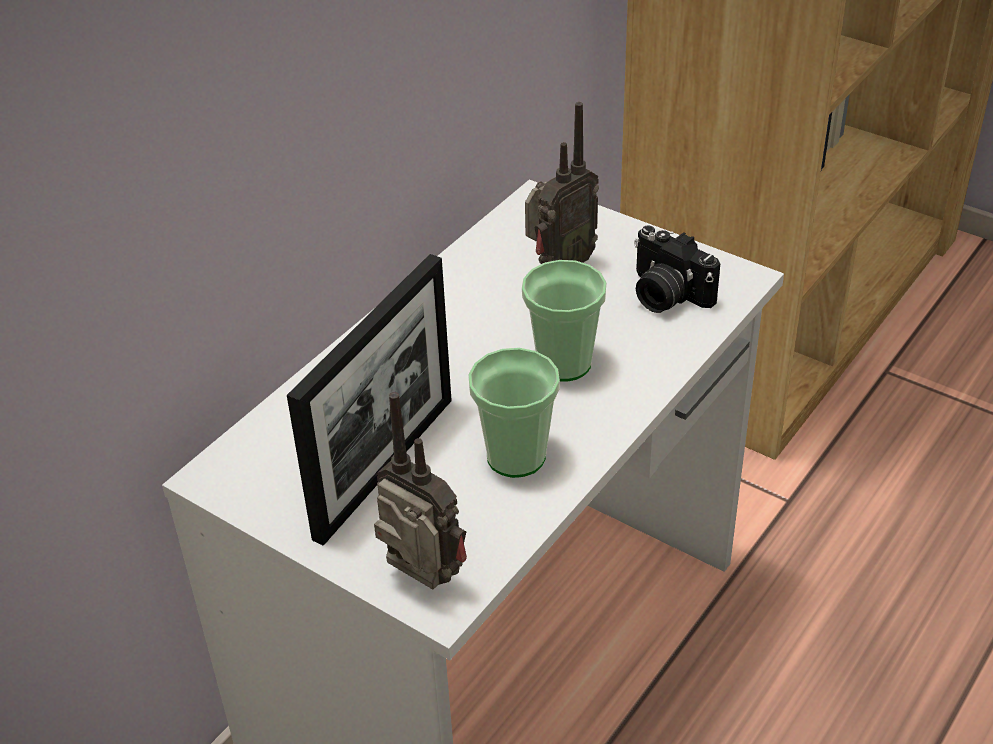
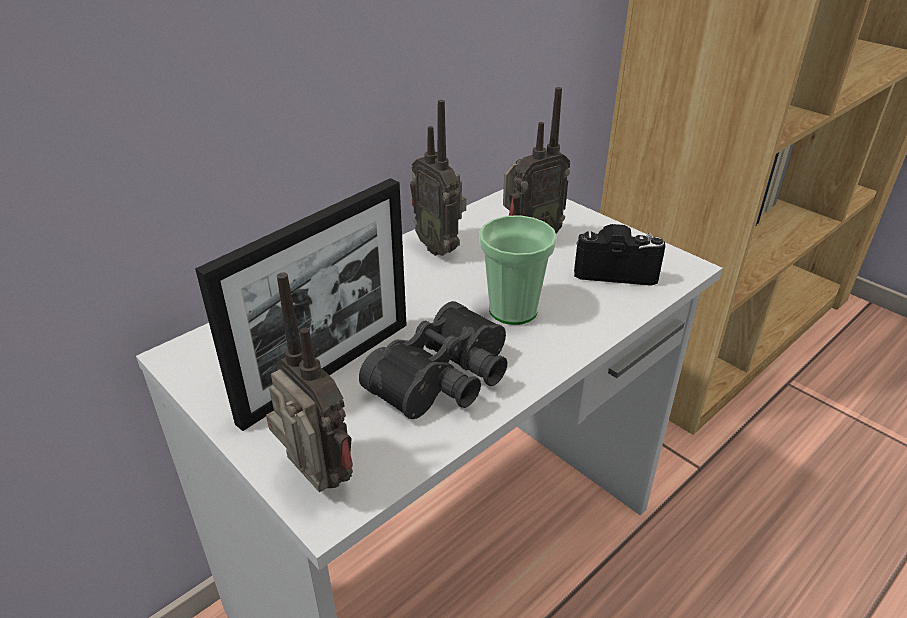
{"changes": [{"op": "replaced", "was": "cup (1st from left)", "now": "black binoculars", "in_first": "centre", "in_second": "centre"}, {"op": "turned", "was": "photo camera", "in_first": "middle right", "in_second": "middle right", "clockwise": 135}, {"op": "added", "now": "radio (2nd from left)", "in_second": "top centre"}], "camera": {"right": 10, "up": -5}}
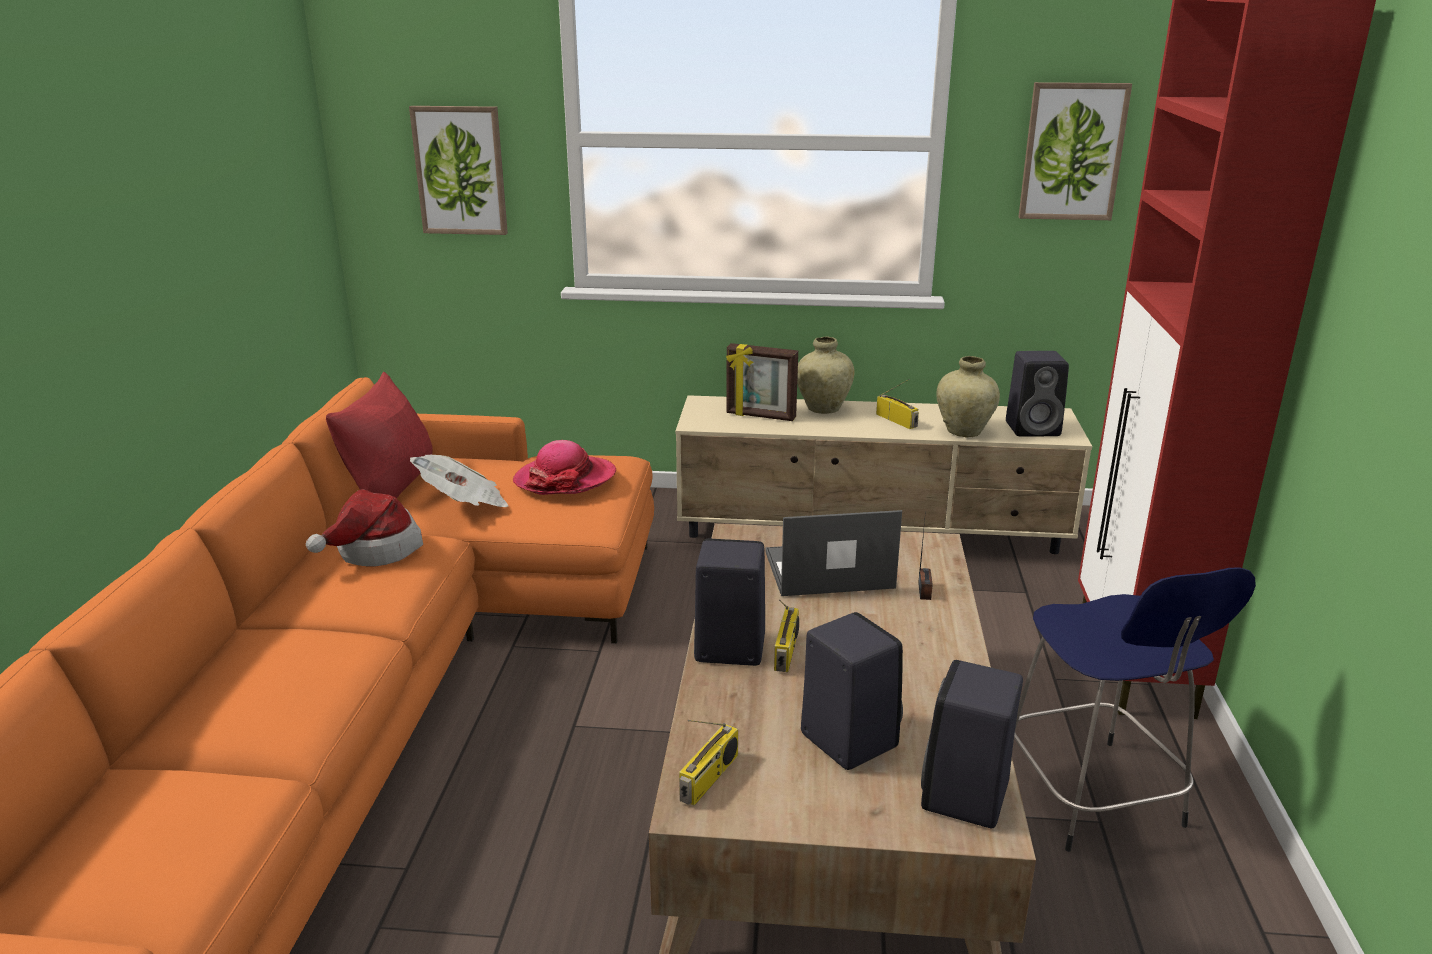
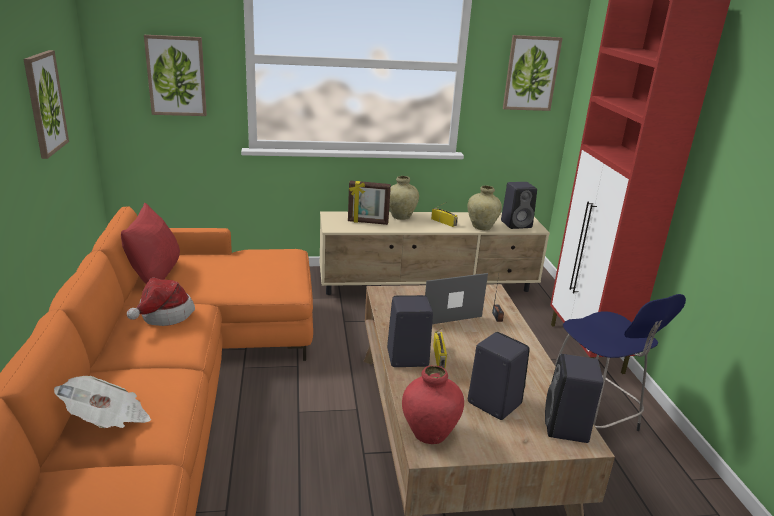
{"changes": [{"op": "moved", "was": "newspaper", "in_first": "middle left", "in_second": "bottom left"}, {"op": "removed", "was": "hat (2nd from left)", "in_first": "centre"}, {"op": "replaced", "was": "radio (1st from left)", "now": "red vase", "in_first": "bottom centre", "in_second": "bottom centre"}, {"op": "added", "now": "picture (1st from left)", "in_second": "top left"}], "camera": {"right": -15, "up": 0}}
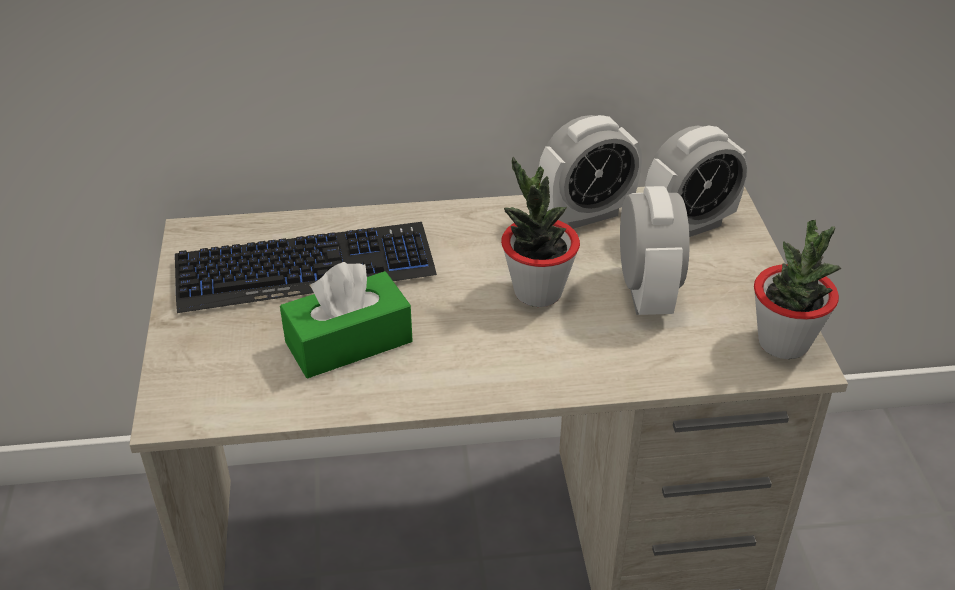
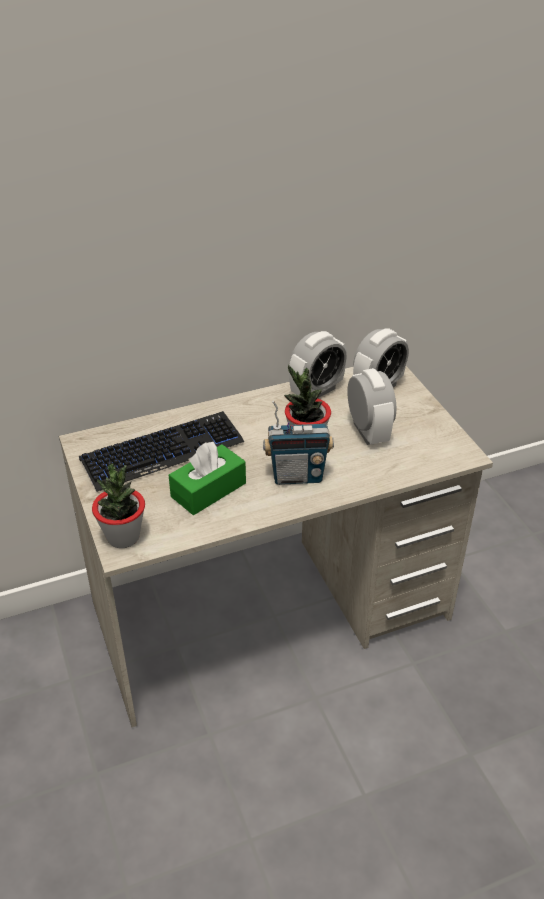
{"changes": [{"op": "moved", "was": "potted plant (2nd from left in the first image)", "now": "potted plant (1st from left)", "in_first": "middle right", "in_second": "middle left"}, {"op": "added", "now": "radio", "in_second": "centre"}], "camera": {"right": -15, "up": 0}}
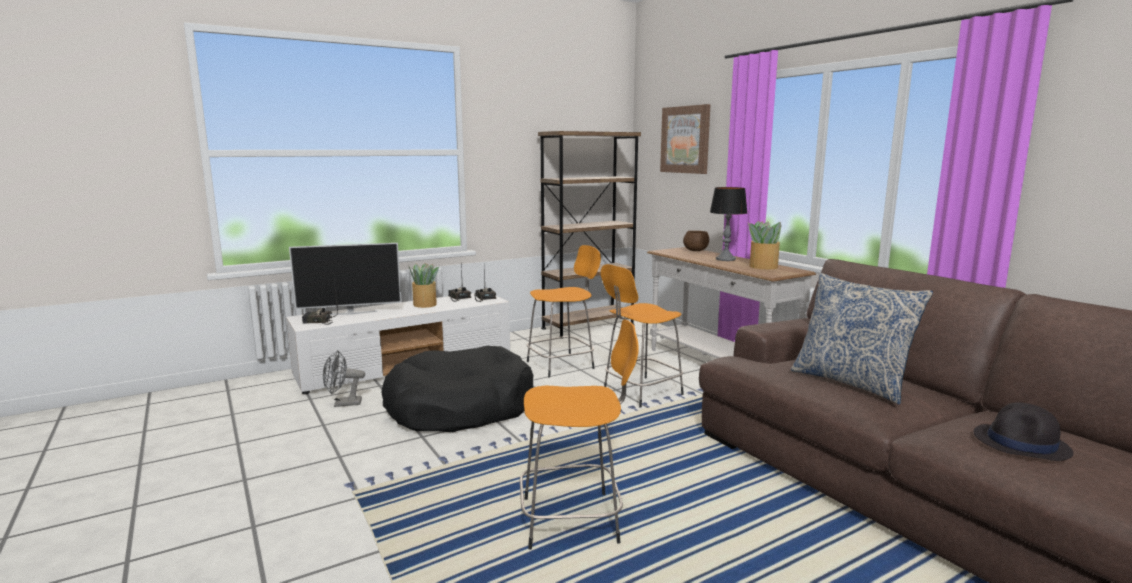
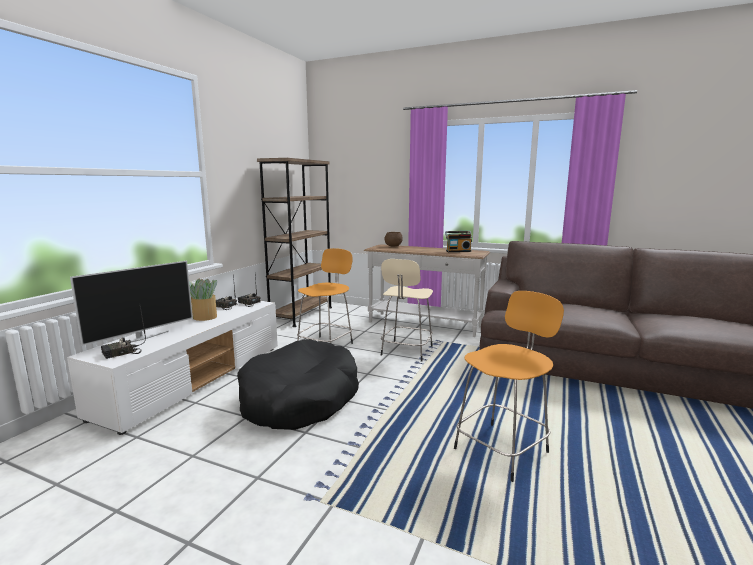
{"changes": [{"op": "removed", "was": "grey fan", "in_first": "middle left"}, {"op": "recoloured", "was": "orange stool (3rd from left)", "now": "beige stool", "in_first": "centre", "in_second": "centre"}, {"op": "removed", "was": "picture", "in_first": "top centre"}, {"op": "removed", "was": "table lamp", "in_first": "centre"}, {"op": "replaced", "was": "potted plant (2nd from left)", "now": "radio (4th from left)", "in_first": "middle right", "in_second": "centre"}, {"op": "removed", "was": "pillow", "in_first": "middle right"}, {"op": "removed", "was": "black hat", "in_first": "bottom right"}], "camera": {"right": -35, "up": 0}}
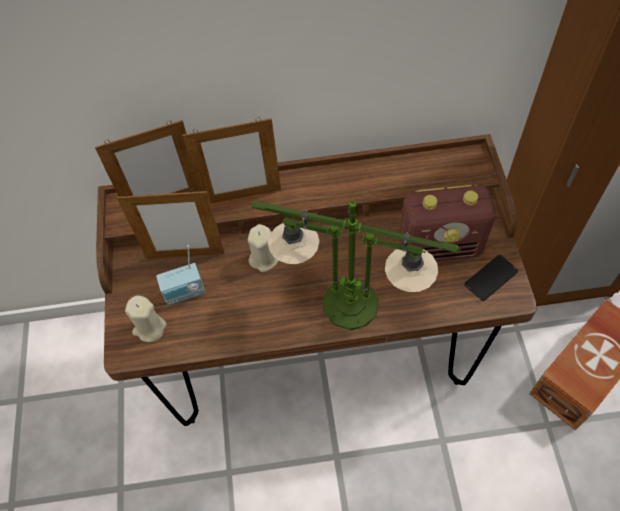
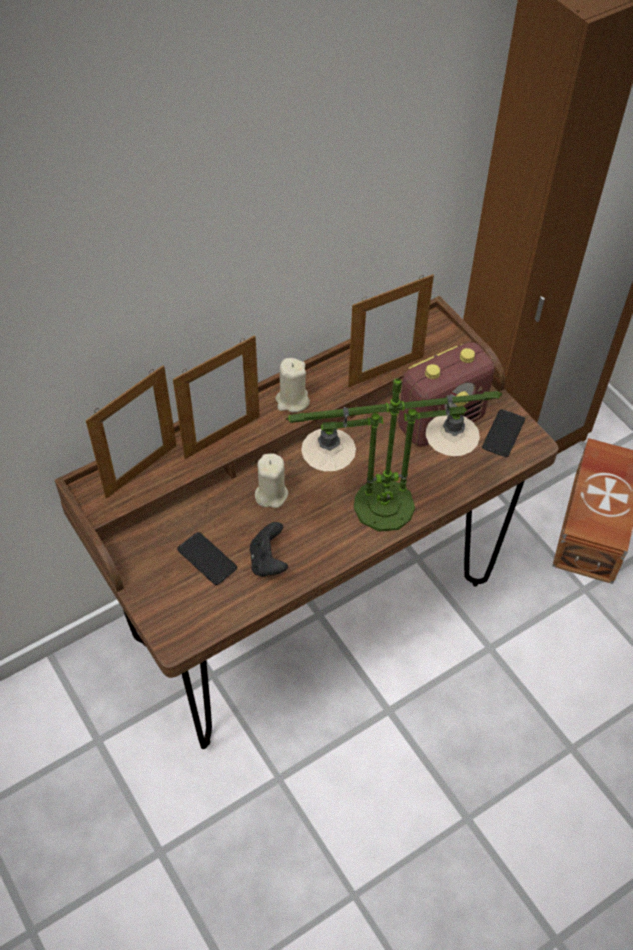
{"changes": [{"op": "moved", "was": "picture frame (2nd from left in the first image)", "now": "picture frame (3rd from left)", "in_first": "middle left", "in_second": "centre"}, {"op": "moved", "was": "beige candle (1st from left in the first image)", "now": "beige candle (2nd from left)", "in_first": "middle left", "in_second": "centre"}, {"op": "replaced", "was": "radio (1st from left)", "now": "phone (1st from left)", "in_first": "middle left", "in_second": "middle left"}, {"op": "added", "now": "black game controller", "in_second": "centre"}], "camera": {"right": -30, "up": -5}}
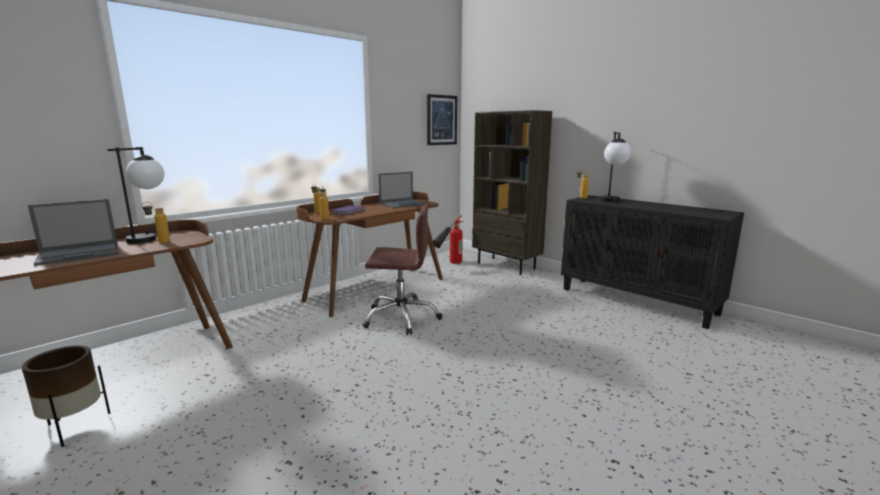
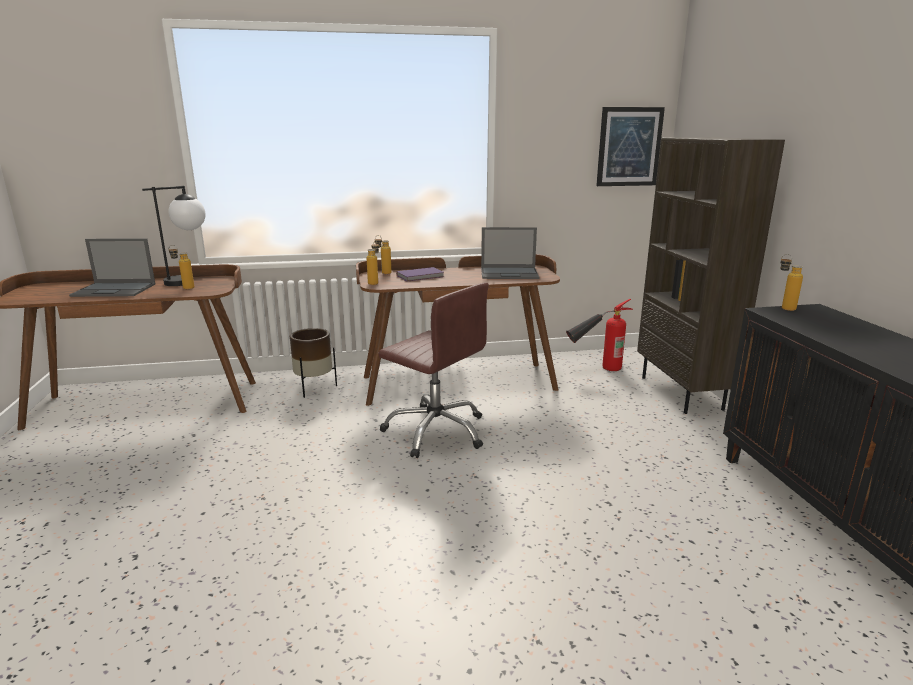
{"changes": [{"op": "moved", "was": "brown planter", "in_first": "bottom left", "in_second": "centre"}, {"op": "removed", "was": "table lamp (2nd from left)", "in_first": "middle right"}], "camera": {"right": 35, "up": 5}}
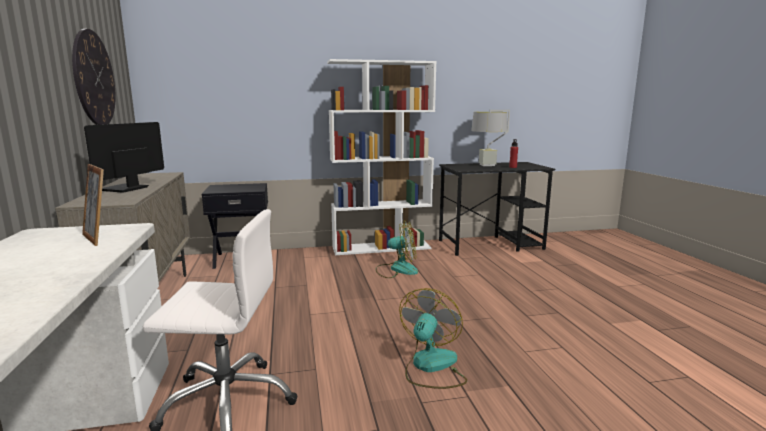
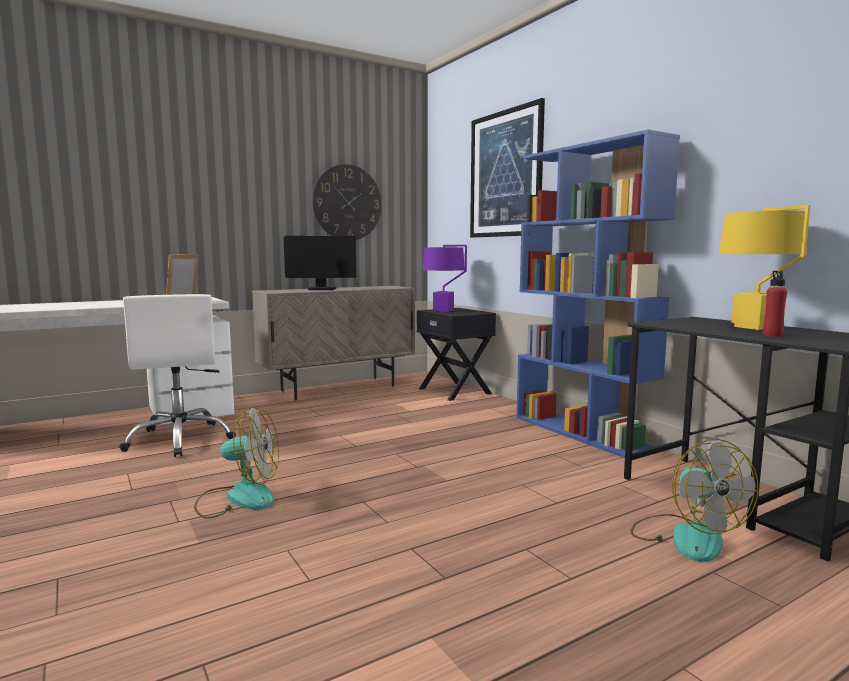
{"changes": [{"op": "recoloured", "was": "white bookcase", "now": "blue bookcase", "in_first": "centre", "in_second": "middle right"}, {"op": "moved", "was": "fan (1st from left in the first image)", "now": "fan (2nd from left)", "in_first": "centre", "in_second": "bottom right"}, {"op": "recoloured", "was": "grey table lamp", "now": "yellow table lamp", "in_first": "top centre", "in_second": "middle right"}, {"op": "added", "now": "purple table lamp", "in_second": "centre"}, {"op": "added", "now": "picture", "in_second": "top centre"}], "camera": {"right": 70, "up": -5}}
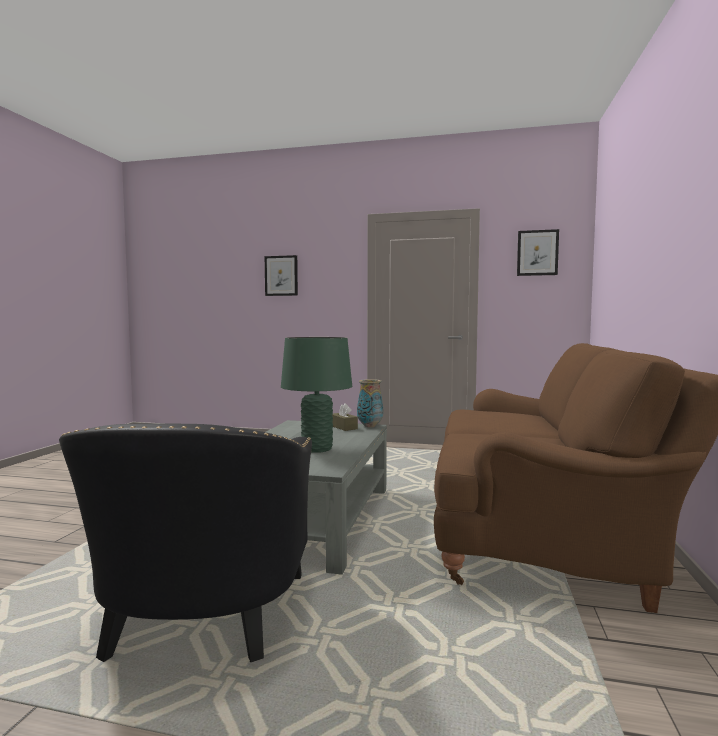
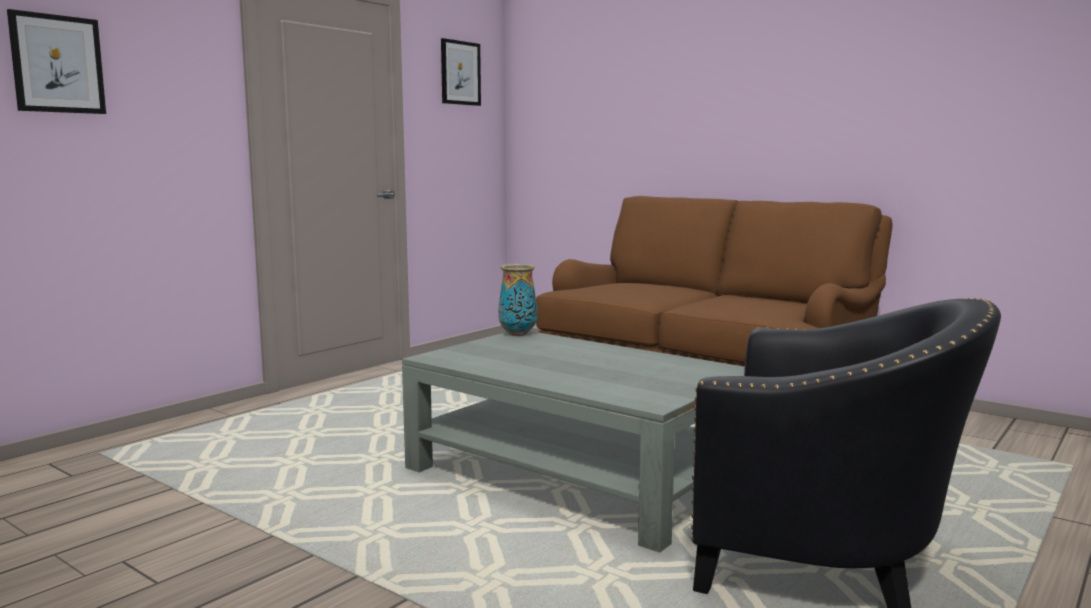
{"changes": [{"op": "removed", "was": "green table lamp", "in_first": "centre"}, {"op": "removed", "was": "brown tissue box", "in_first": "centre"}], "camera": {"right": -65, "up": 5}}
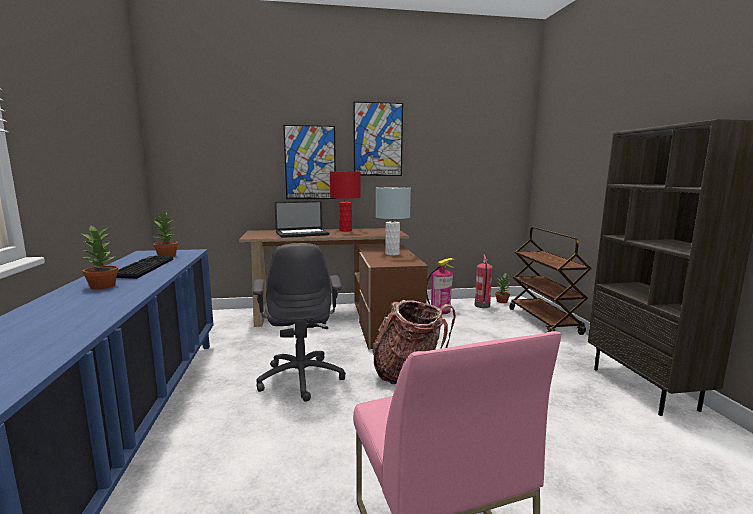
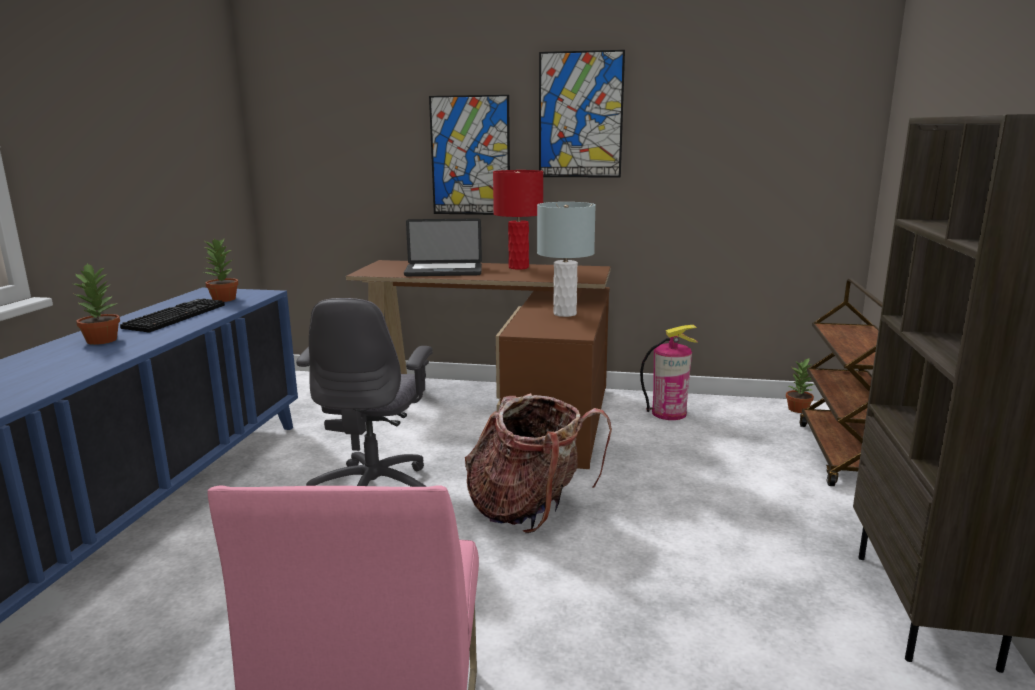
{"changes": [{"op": "removed", "was": "fire extinguisher (2nd from left)", "in_first": "centre"}], "camera": {"right": 20, "up": 5}}
